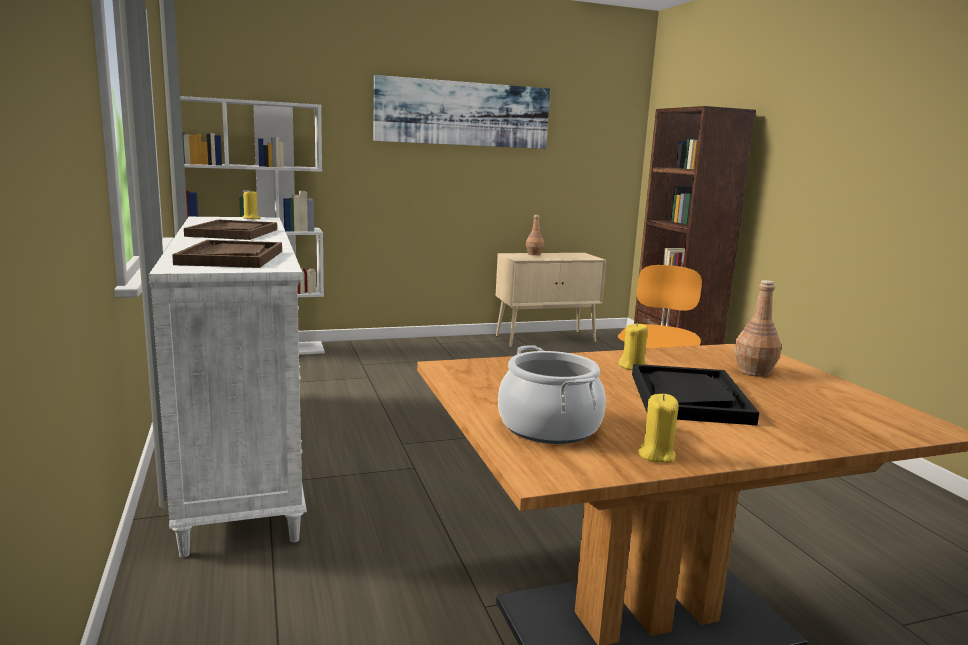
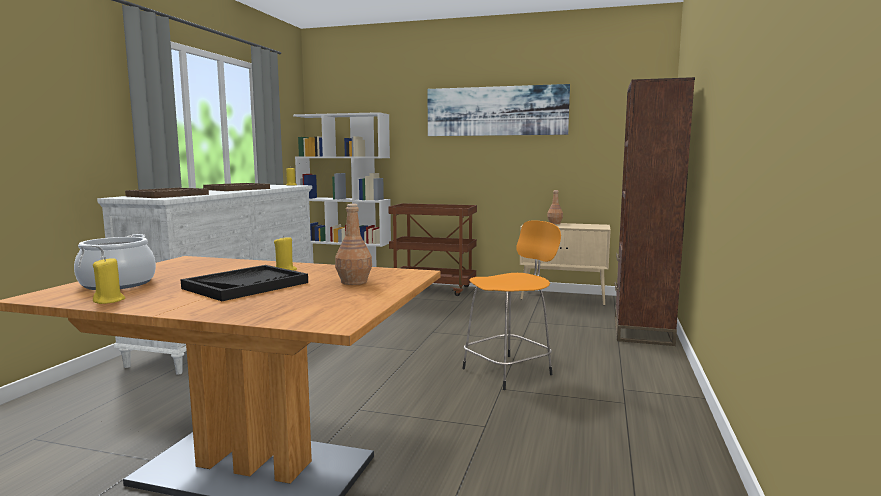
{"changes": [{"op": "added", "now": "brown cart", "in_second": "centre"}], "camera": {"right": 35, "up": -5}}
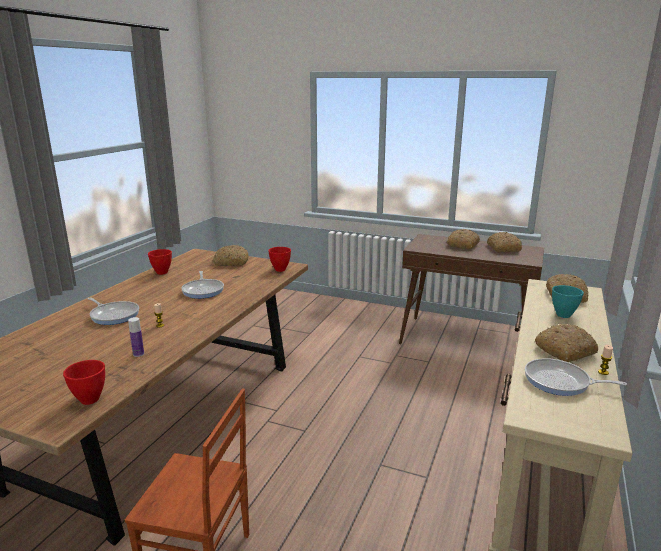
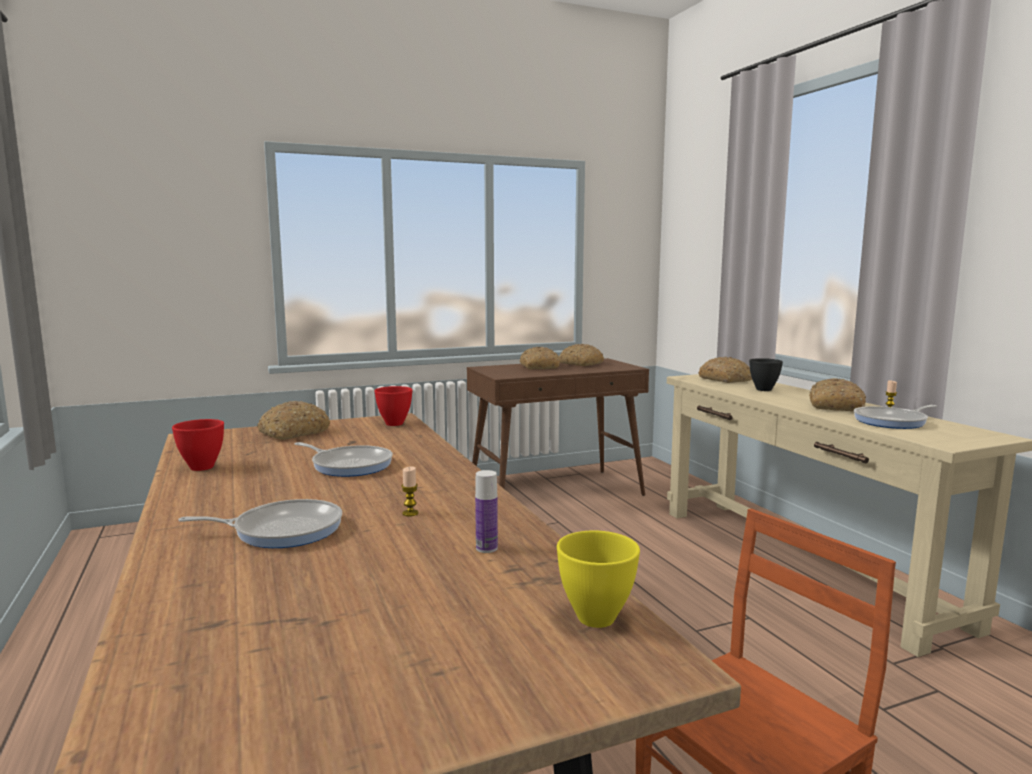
{"changes": [{"op": "recoloured", "was": "red bowl (1st from left)", "now": "yellow bowl", "in_first": "bottom left", "in_second": "bottom centre"}, {"op": "recoloured", "was": "turquoise bowl", "now": "black bowl", "in_first": "middle right", "in_second": "middle right"}], "camera": {"right": -45, "up": -10}}
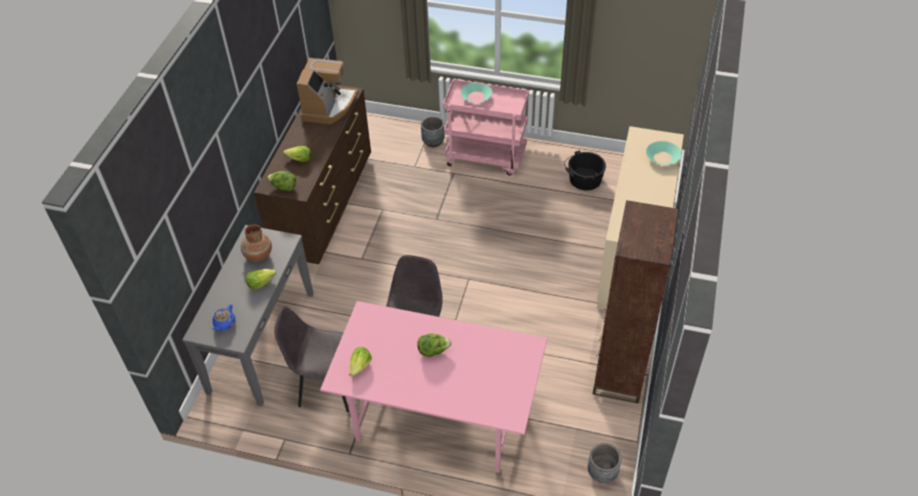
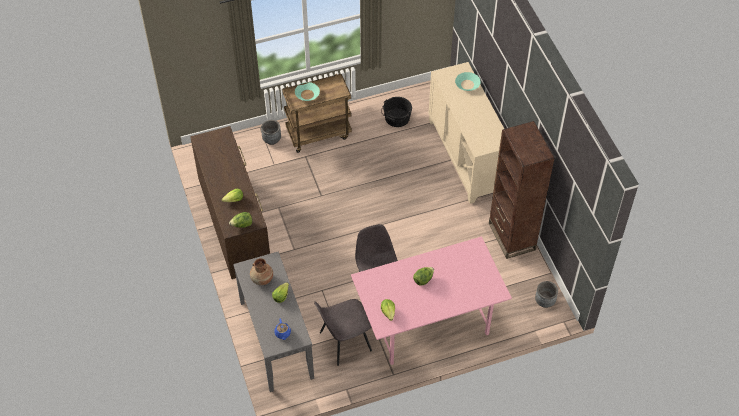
{"changes": [{"op": "removed", "was": "coffee machine", "in_first": "top centre"}, {"op": "recoloured", "was": "pink cart", "now": "brown cart", "in_first": "top centre", "in_second": "top centre"}], "camera": {"right": -35, "up": 5}}
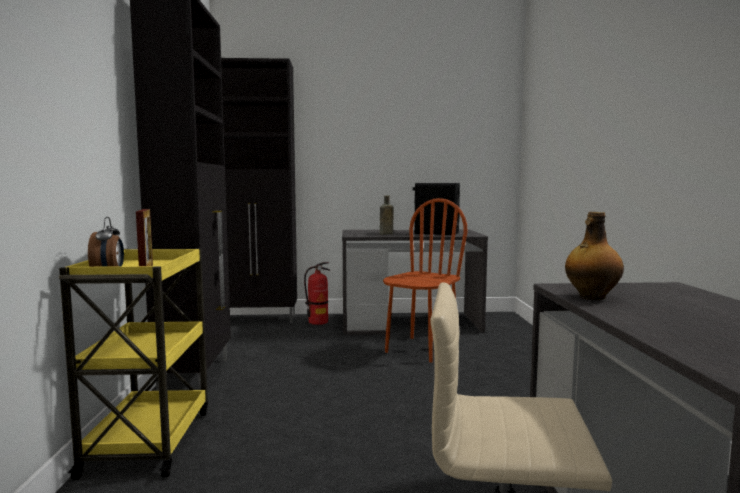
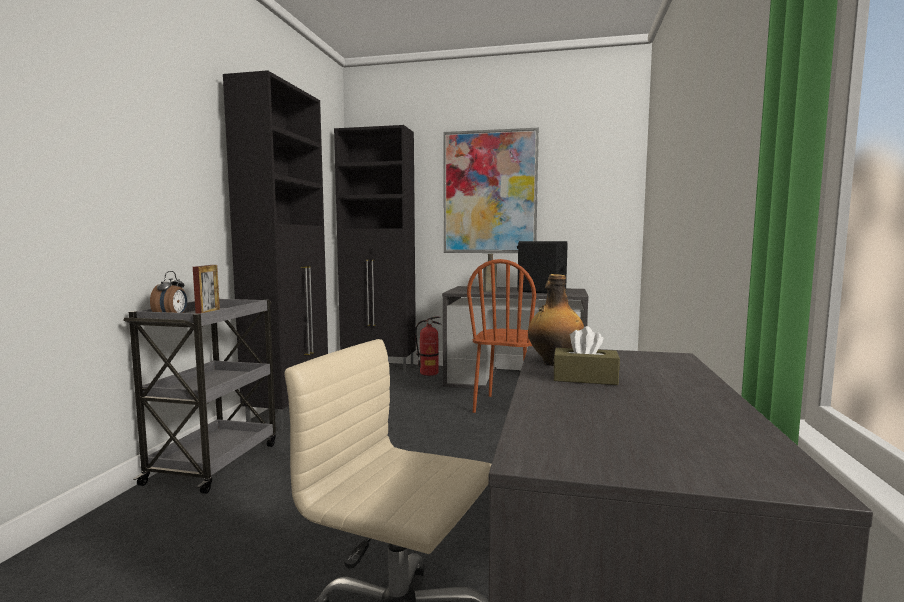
{"changes": [{"op": "recoloured", "was": "yellow cart", "now": "grey cart", "in_first": "bottom left", "in_second": "middle left"}, {"op": "turned", "was": "brown chair", "in_first": "centre", "in_second": "centre", "clockwise": 150}, {"op": "added", "now": "picture", "in_second": "top centre"}, {"op": "added", "now": "brown tissue box", "in_second": "centre"}], "camera": {"right": 15, "up": 0}}
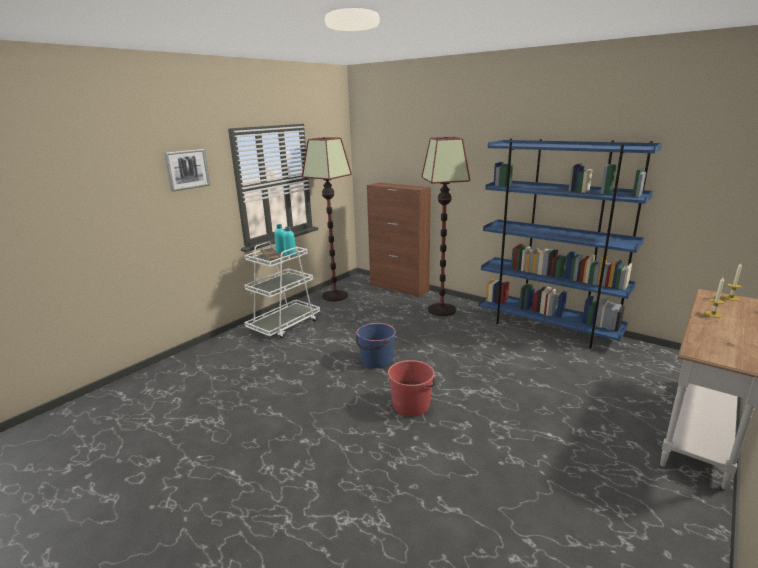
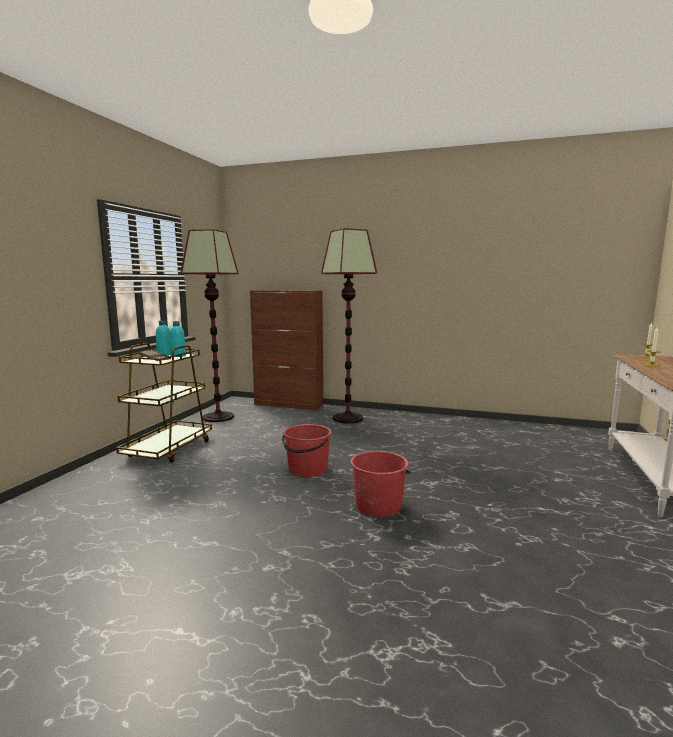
{"changes": [{"op": "removed", "was": "picture", "in_first": "top left"}, {"op": "recoloured", "was": "white cart", "now": "brown cart", "in_first": "centre", "in_second": "middle left"}, {"op": "recoloured", "was": "blue bucket", "now": "red bucket (1st from left)", "in_first": "centre", "in_second": "centre"}, {"op": "removed", "was": "blue bookcase", "in_first": "middle right"}], "camera": {"right": -20, "up": -10}}
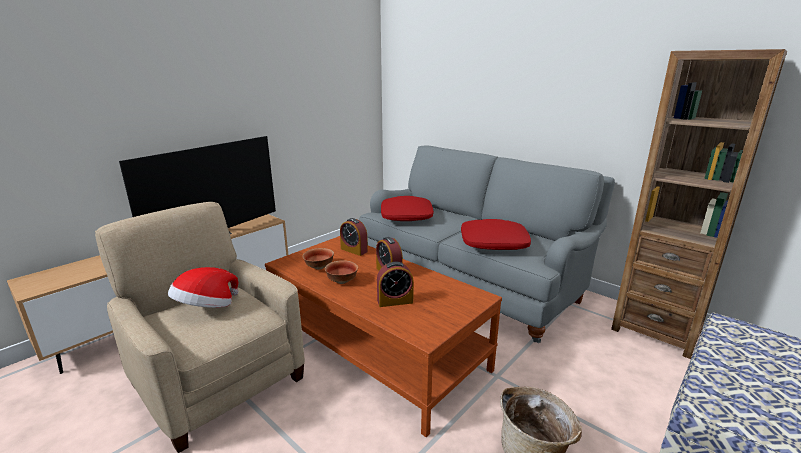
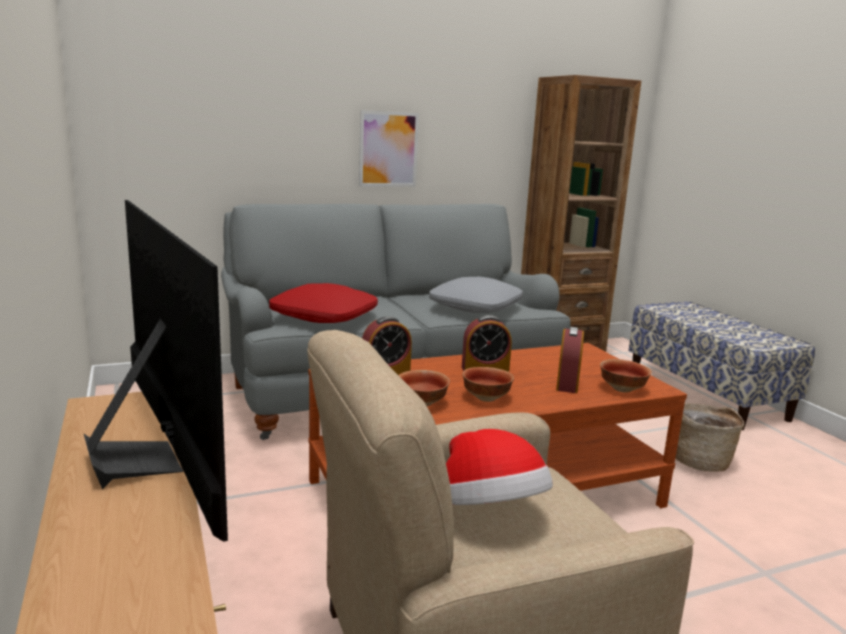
{"changes": [{"op": "recoloured", "was": "red pillow (2nd from left)", "now": "grey pillow", "in_first": "centre", "in_second": "centre"}, {"op": "added", "now": "picture", "in_second": "top centre"}, {"op": "added", "now": "bowl (3rd from left)", "in_second": "middle right"}], "camera": {"right": -65, "up": -5}}
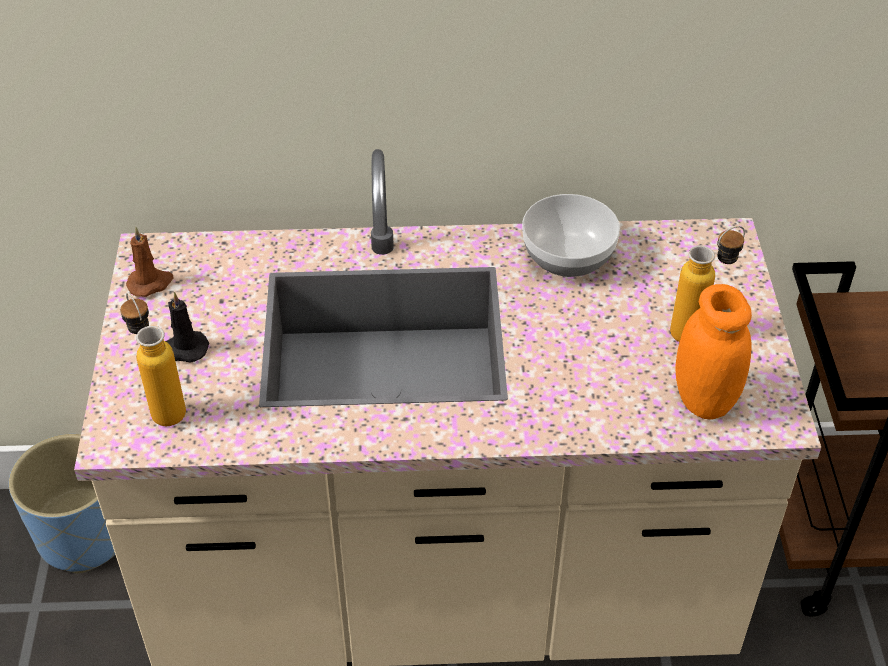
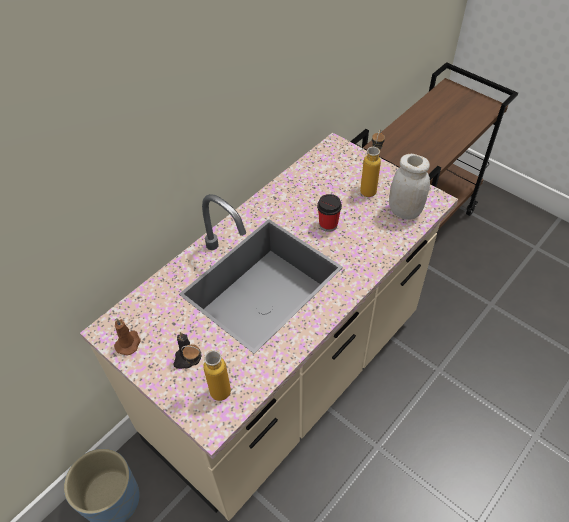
{"changes": [{"op": "removed", "was": "bowl", "in_first": "centre"}, {"op": "recoloured", "was": "orange jar", "now": "white jar", "in_first": "middle right", "in_second": "middle right"}, {"op": "added", "now": "cup", "in_second": "centre"}], "camera": {"right": -45, "up": 5}}
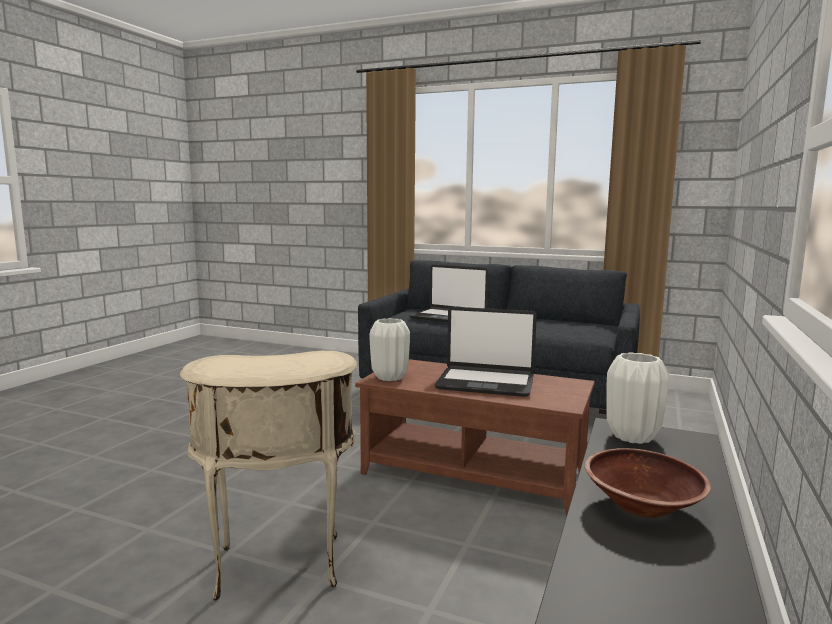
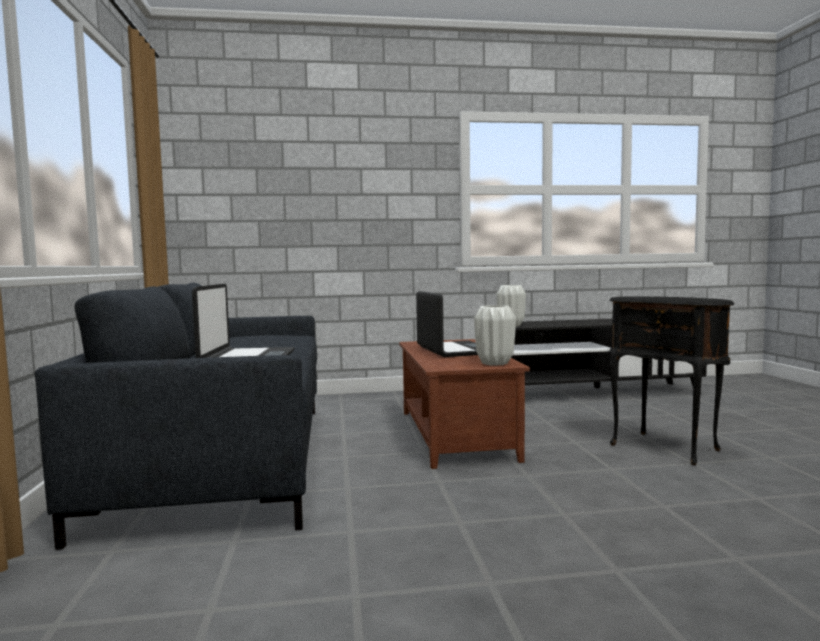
{"changes": [{"op": "recoloured", "was": "beige side table", "now": "black side table", "in_first": "bottom left", "in_second": "middle right"}, {"op": "removed", "was": "brown bowl", "in_first": "bottom right"}], "camera": {"right": -120, "up": -5}}
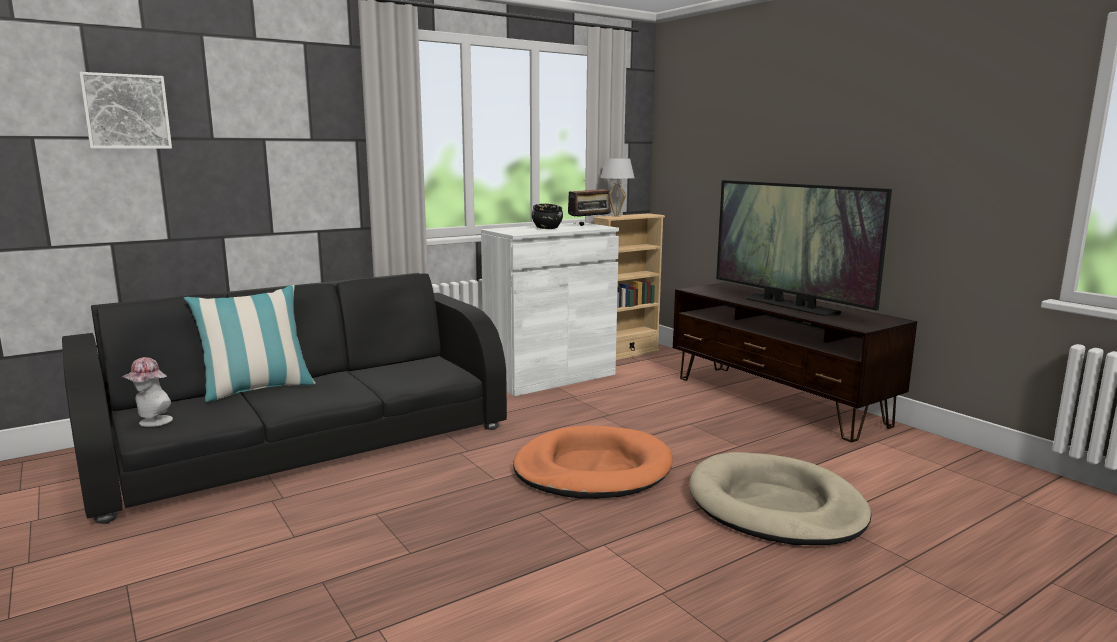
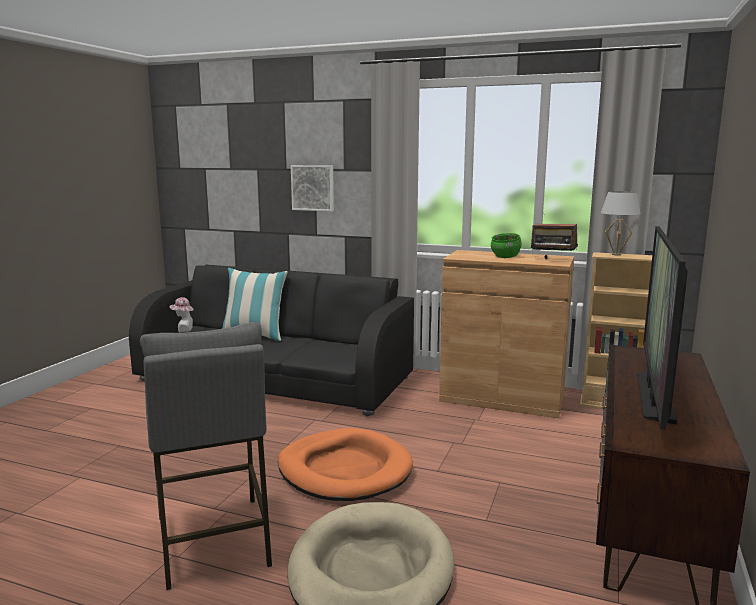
{"changes": [{"op": "moved", "was": "picture", "in_first": "top left", "in_second": "top centre"}, {"op": "recoloured", "was": "white cabinet", "now": "brown cabinet", "in_first": "centre", "in_second": "middle right"}, {"op": "recoloured", "was": "black bowl", "now": "green bowl", "in_first": "centre", "in_second": "middle right"}, {"op": "added", "now": "grey stool", "in_second": "bottom left"}], "camera": {"right": 55, "up": 0}}
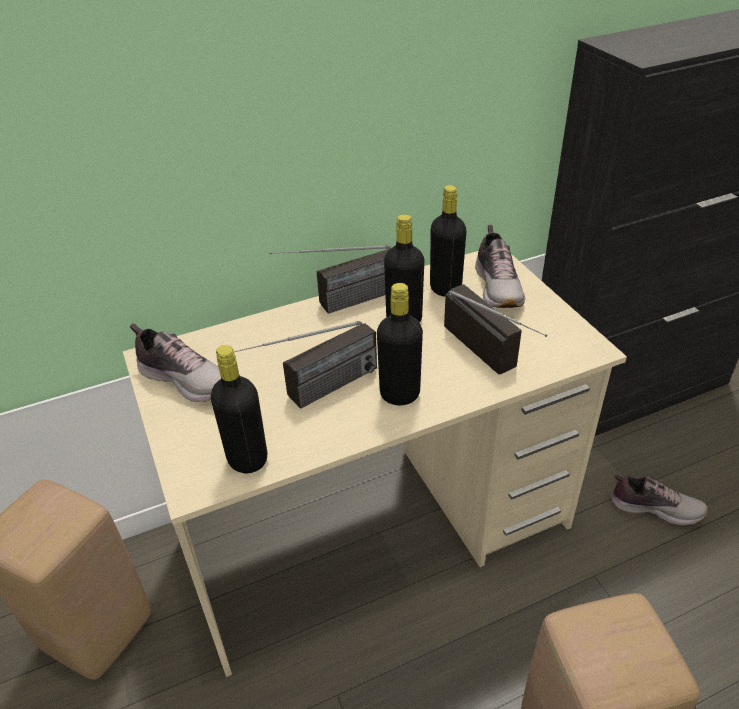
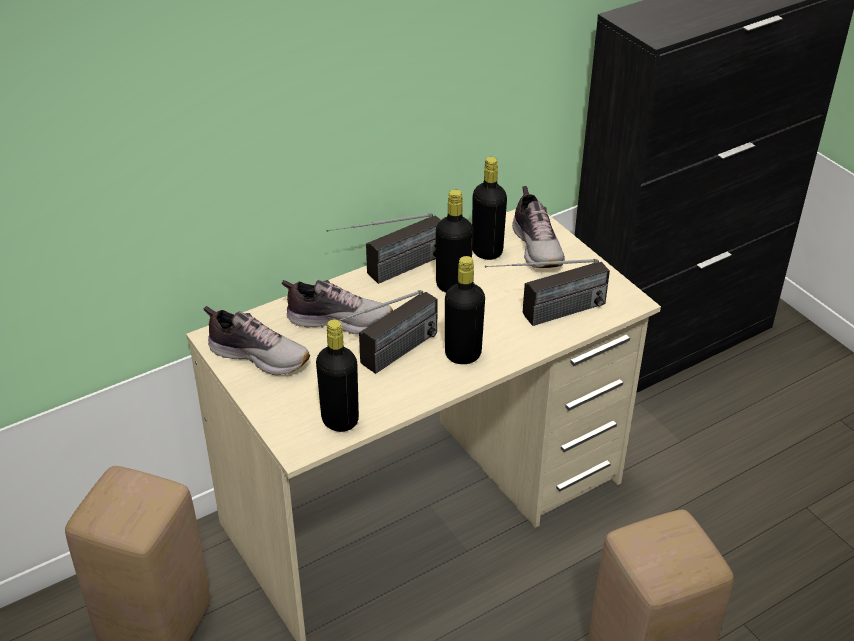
{"changes": [{"op": "turned", "was": "radio (3rd from left)", "in_first": "middle right", "in_second": "centre", "clockwise": 105}, {"op": "moved", "was": "shoe (3rd from left in the first image)", "now": "shoe (2nd from left)", "in_first": "bottom right", "in_second": "centre"}], "camera": {"right": -10, "up": 0}}
